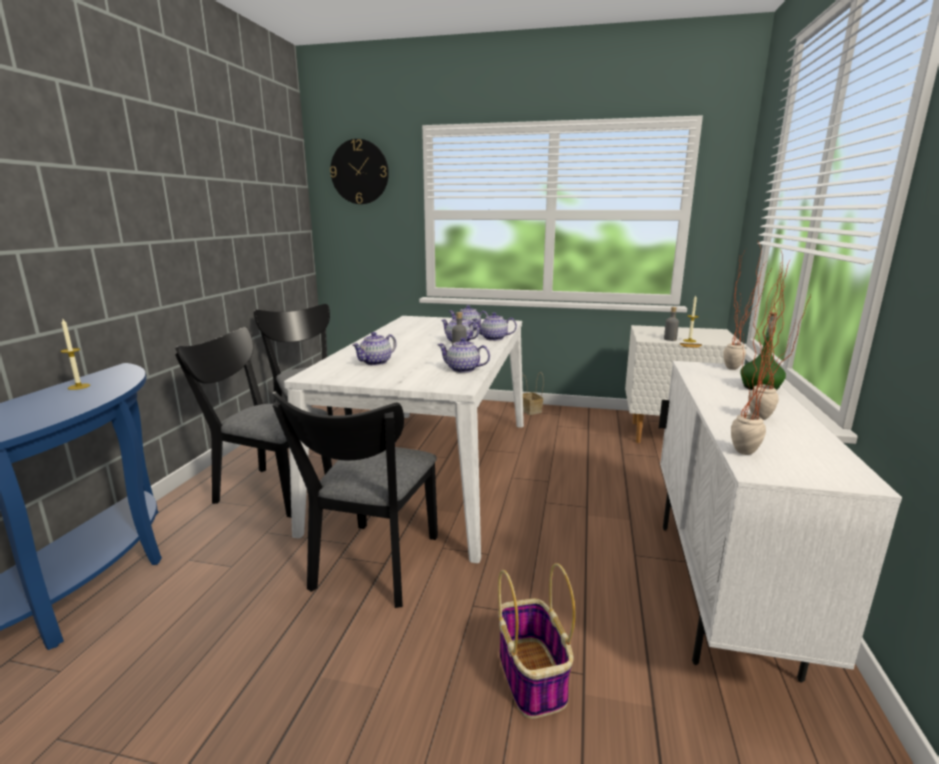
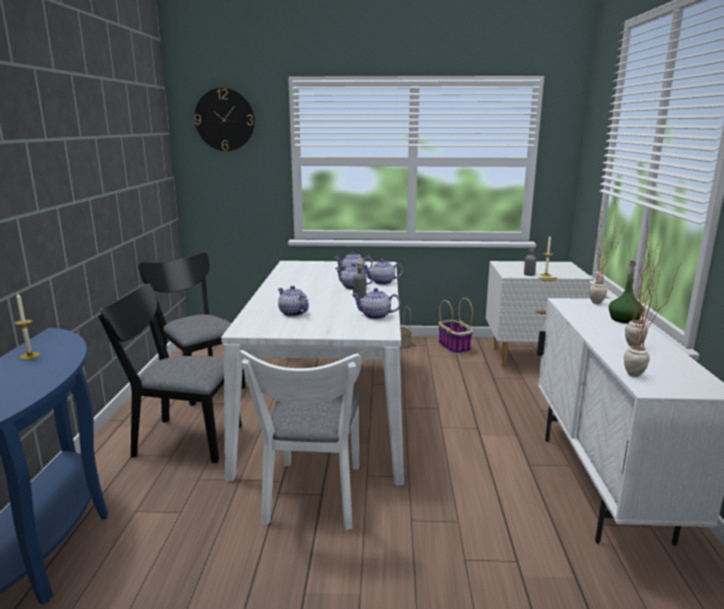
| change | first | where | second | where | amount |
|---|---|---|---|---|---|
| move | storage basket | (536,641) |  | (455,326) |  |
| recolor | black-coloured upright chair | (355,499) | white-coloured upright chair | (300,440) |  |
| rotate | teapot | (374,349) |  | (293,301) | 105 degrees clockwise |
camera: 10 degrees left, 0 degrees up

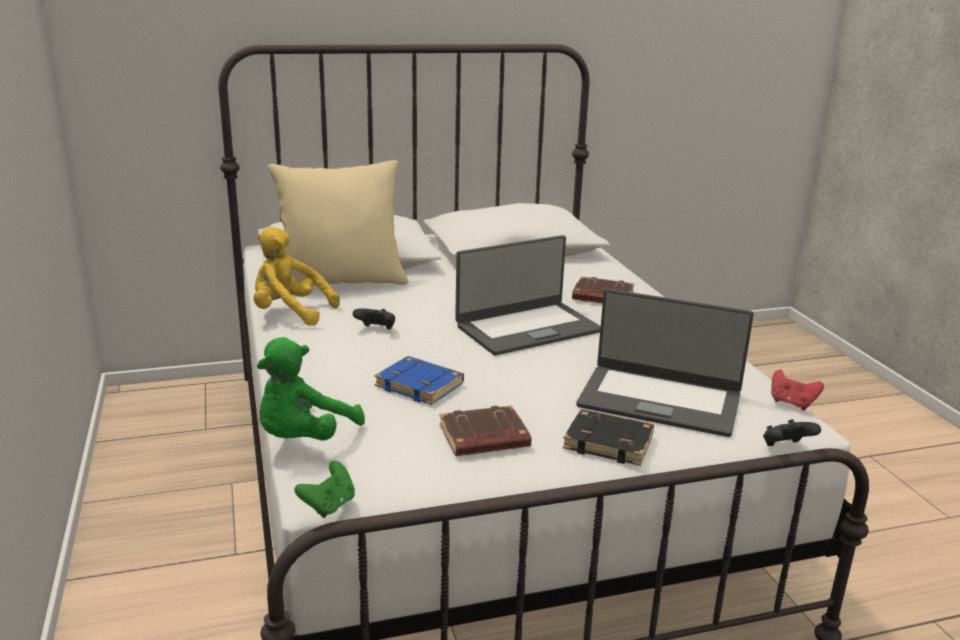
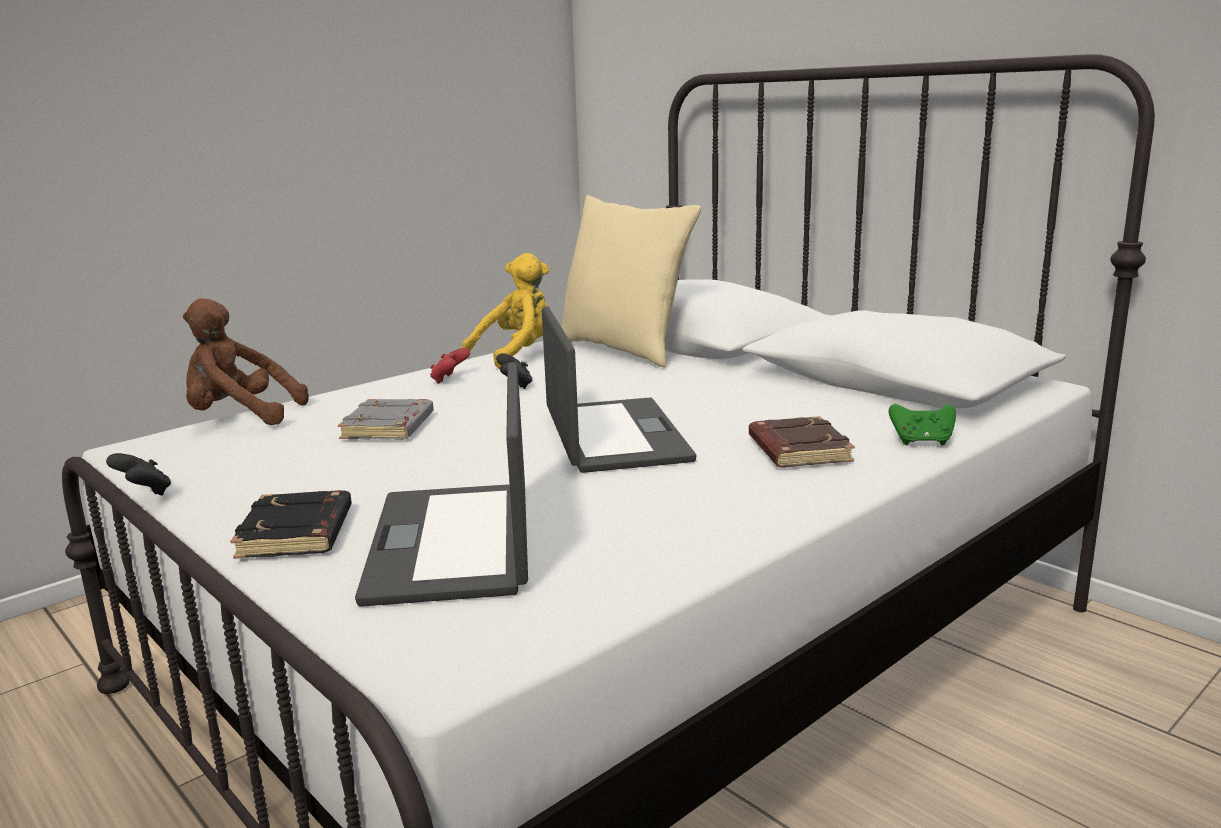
| change | first | where | second | where | amount |
|---|---|---|---|---|---|
| delete | brownish bound book | (485,430) |  |  |  |
| move | green-coloured gamepad | (325,489) |  | (922,424) |  |
| move | black-coloured gamepad | (792,432) |  | (138,474) |  |
| move | red gamepad | (797,390) |  | (450,366) |  |
| recolor | green-coloured soft toy | (311,388) | brownish soft toy | (246,361) |  |
| recolor | blue-coloured bound book | (419,380) | greyish bound book | (386,419) |  |
| rotate | yellow soft toy | (296,276) |  | (505,311) | 60 degrees clockwise |
| rotate | notebook computer | (528,295) |  | (619,389) | 135 degrees counterclockwise |
camera: 65 degrees right, 5 degrees down

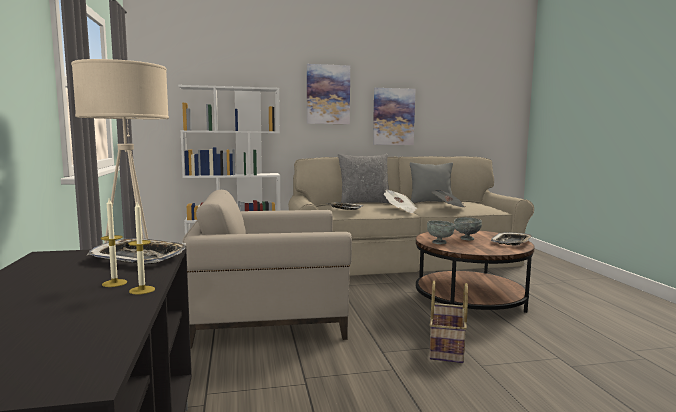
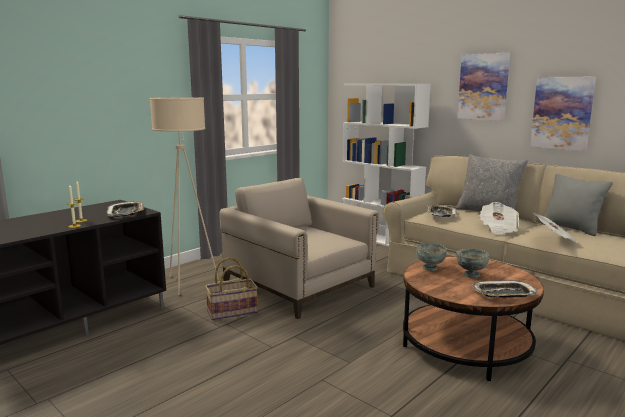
| change | first | where | second | where | amount |
|---|---|---|---|---|---|
| move | storage basket | (448,322) |  | (231,288) |  |
camera: 55 degrees right, 5 degrees up

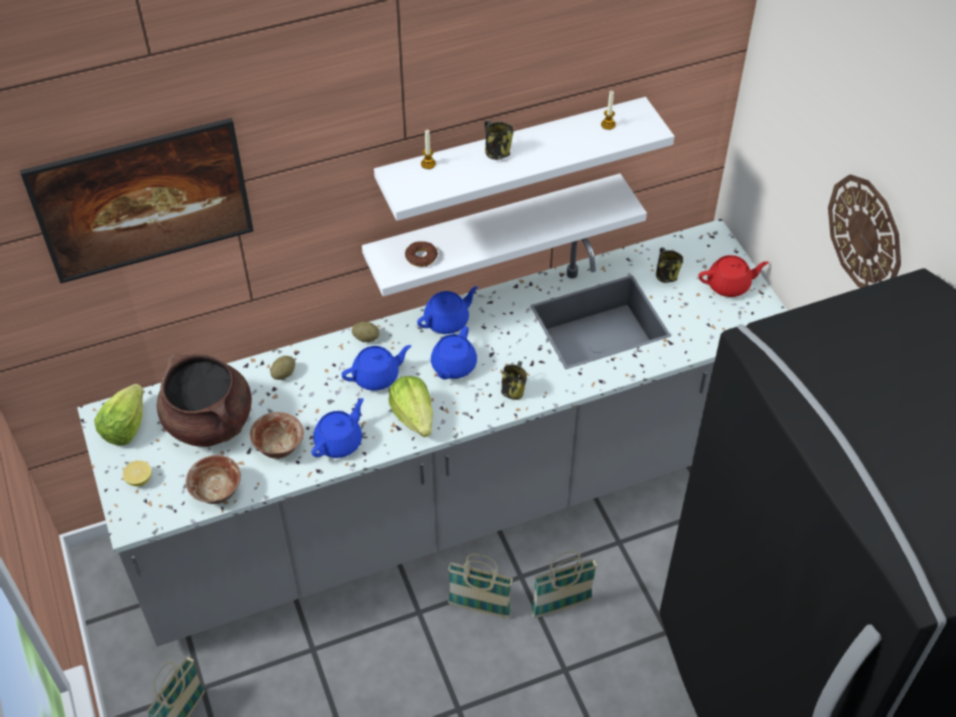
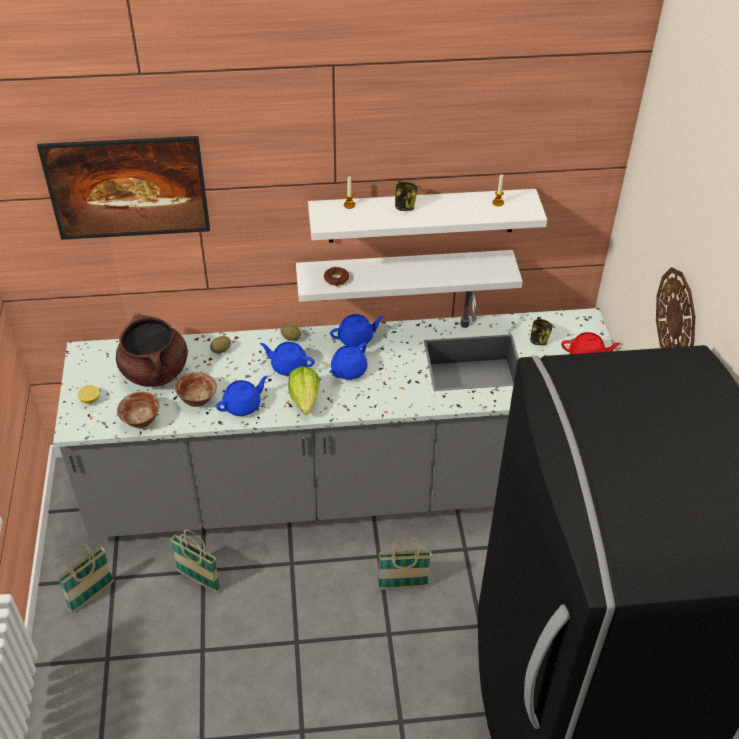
| change | first | where | second | where | amount |
|---|---|---|---|---|---|
| delete | lettuce head | (119,415) |  |  |  |
| delete | mug | (514,380) |  |  |  |
| move | storage basket | (480,586) |  | (195,561) |  |
| rotate | blue-coloured teapot | (376,368) |  | (287,359) | 150 degrees counterclockwise |
camera: 15 degrees right, 5 degrees down

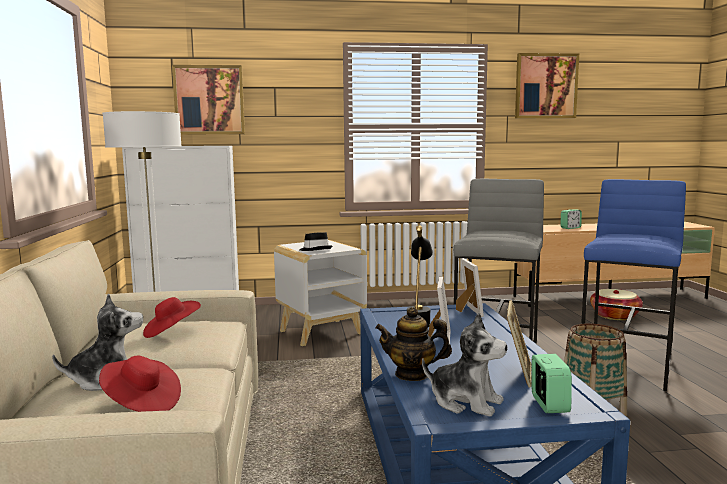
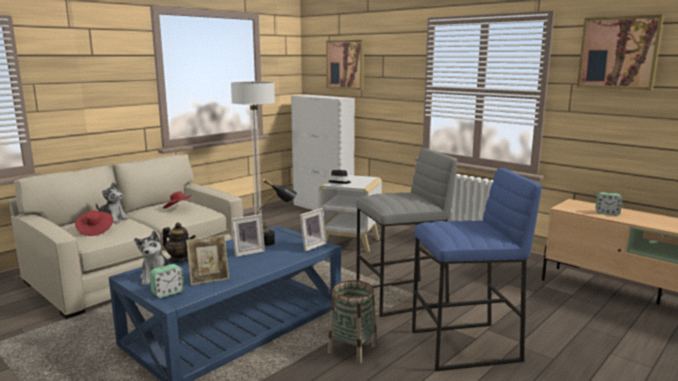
| change | first | where | second | where | amount |
|---|---|---|---|---|---|
| delete | storage basket | (616,304) |  |  |  |
| rotate | teapot | (413,344) |  | (179,242) | 150 degrees clockwise |
camera: 50 degrees right, 5 degrees up

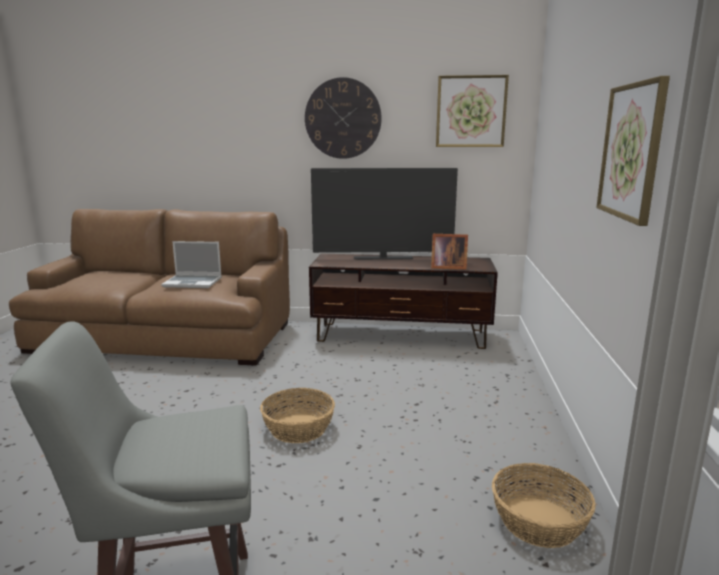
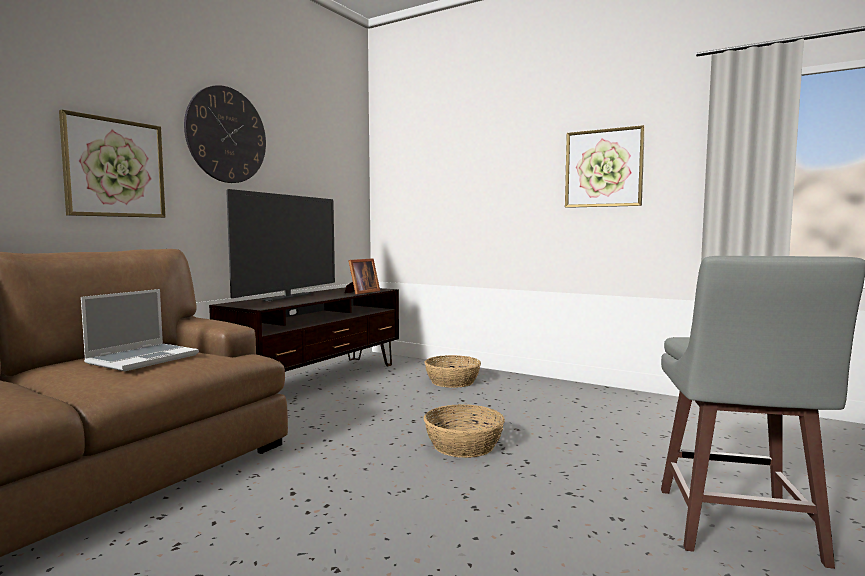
| change | first | where | second | where | amount |
|---|---|---|---|---|---|
| move | picture | (472,111) |  | (112,164) |  |
| move | storage basket | (544,505) |  | (452,371) |  |
camera: 65 degrees left, 10 degrees down

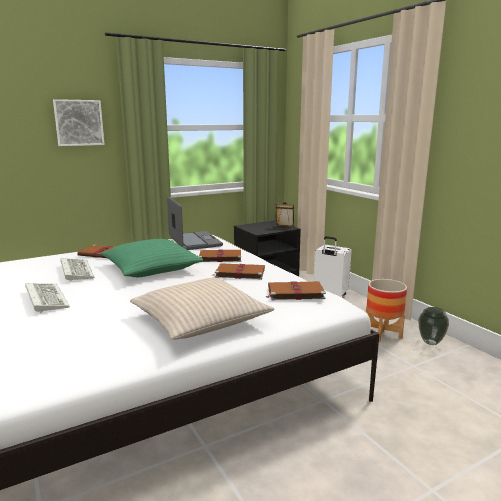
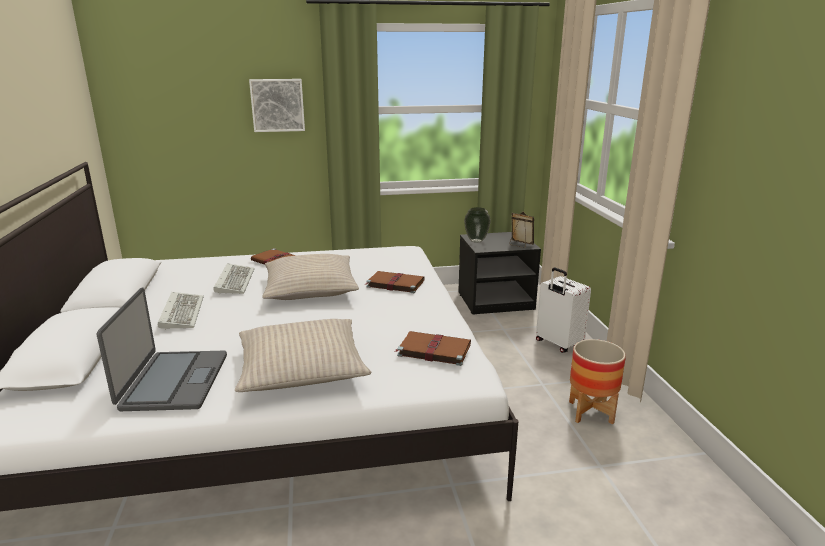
| change | first | where | second | where | amount |
|---|---|---|---|---|---|
| delete | brownish bound book | (238,271) |  |  |  |
| move | notebook computer | (195,223) |  | (162,349) |  |
| move | vase | (433,326) |  | (477,225) |  |
| recolor | green-coloured throw pillow | (152,258) | sand-coloured throw pillow | (310,277) |  |
camera: 20 degrees right, 5 degrees up

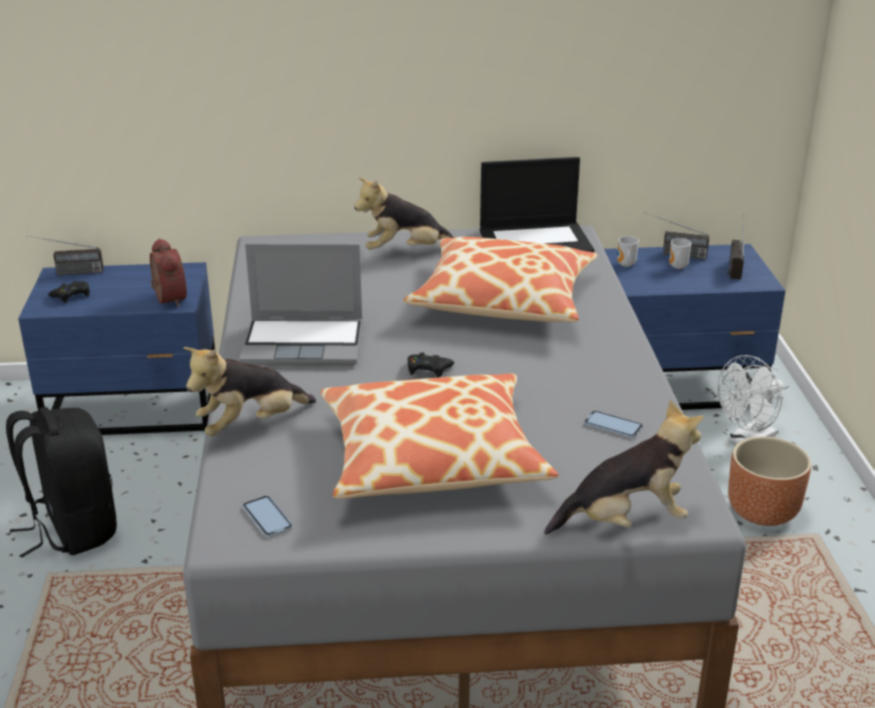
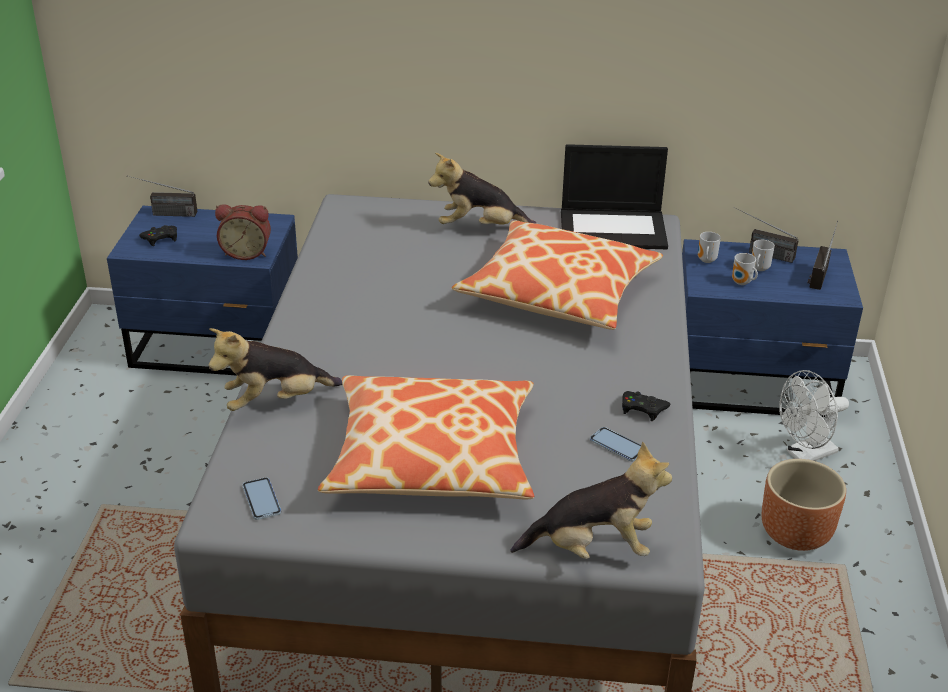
| change | first | where | second | where | amount |
|---|---|---|---|---|---|
| delete | black-coloured knapsack | (61,482) |  |  |  |
| delete | notebook computer | (300,305) |  |  |  |
| insert |  |  | mug | (745,269) |  |
| move | black-coloured gamepad | (431,365) |  | (646,406) |  |
| rotate | bedside clock | (168,272) |  | (243,232) | 105 degrees clockwise |
camera: 10 degrees right, 5 degrees up

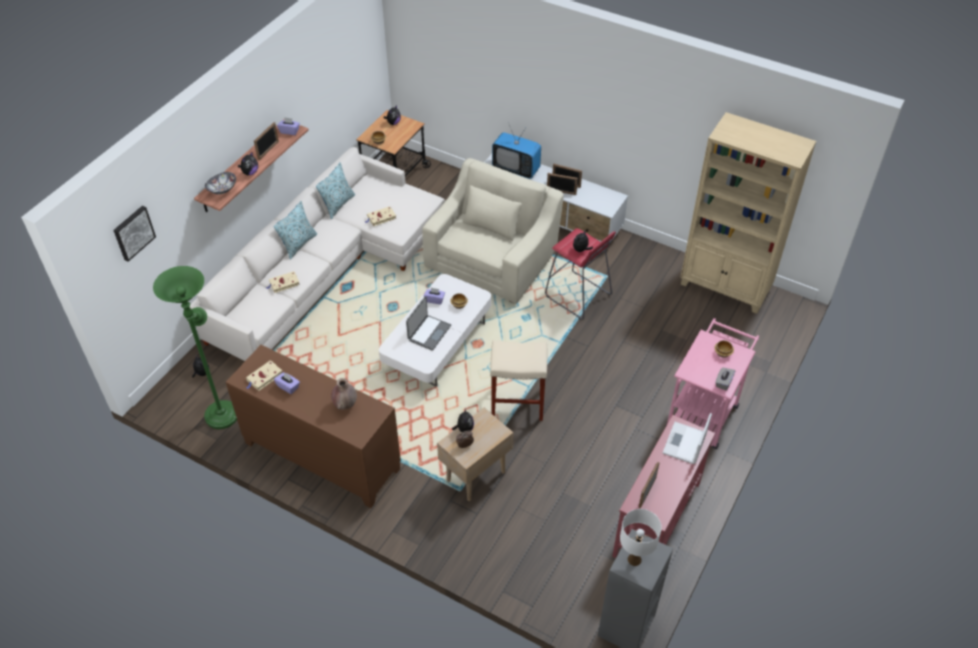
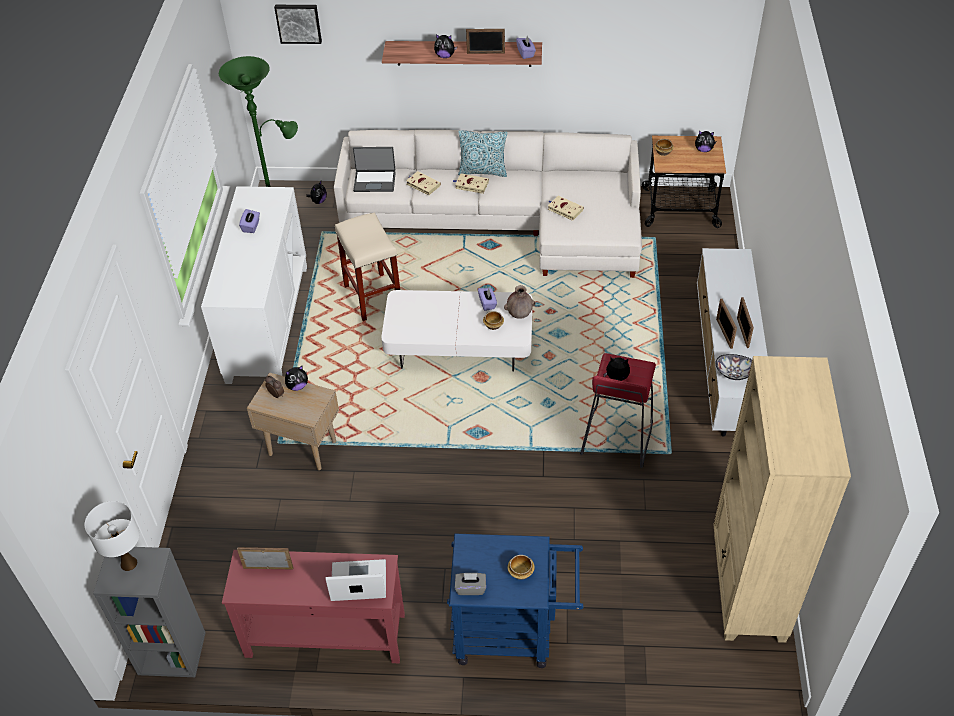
| change | first | where | second | where | amount |
|---|---|---|---|---|---|
| delete | throw pillow | (335,190) |  |  |  |
| delete | sand-coloured lounge chair | (493,231) |  |  |  |
| delete | television | (516,150) |  |  |  |
| move | serving bowl | (220,183) |  | (733,367) |  |
| move | sand-coloured bound book | (264,375) |  | (471,184) |  |
| move | brownish vase | (344,394) |  | (519,302) |  |
| move | notebook computer | (428,323) |  | (374,169) |  |
| move | sand-coloured stool | (518,380) |  | (367,266) |  |
| recolor | brownish cupboard | (313,426) | white-coloured cupboard | (254,285) |  |
| recolor | pink cart | (712,383) | blue-coloured cart | (515,601) |  |
camera: 65 degrees right, 0 degrees up

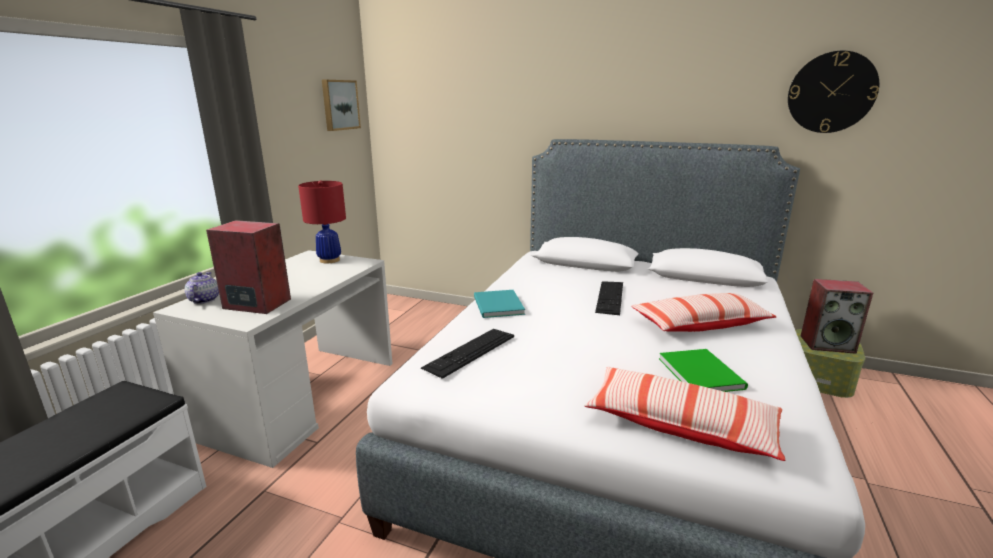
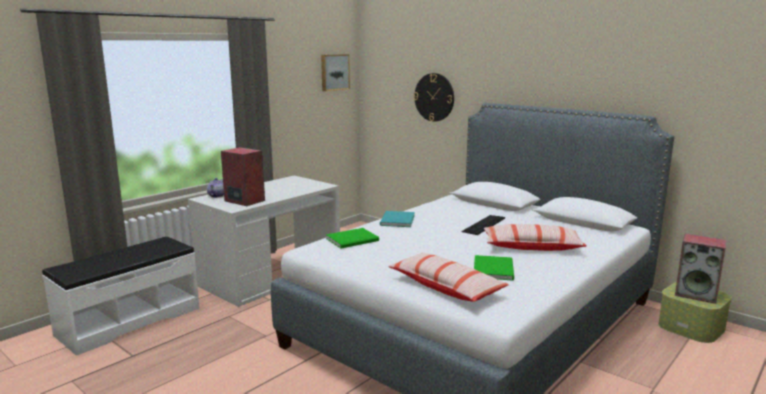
| change | first | where | second | where | amount |
|---|---|---|---|---|---|
| delete | red table lamp | (322,221) |  |  |  |
| move | clock on the wall | (833,92) |  | (434,97) |  |
| replace | keyboard | (467,354) | green-coloured bound book | (352,238) |  |
camera: 20 degrees right, 5 degrees down

